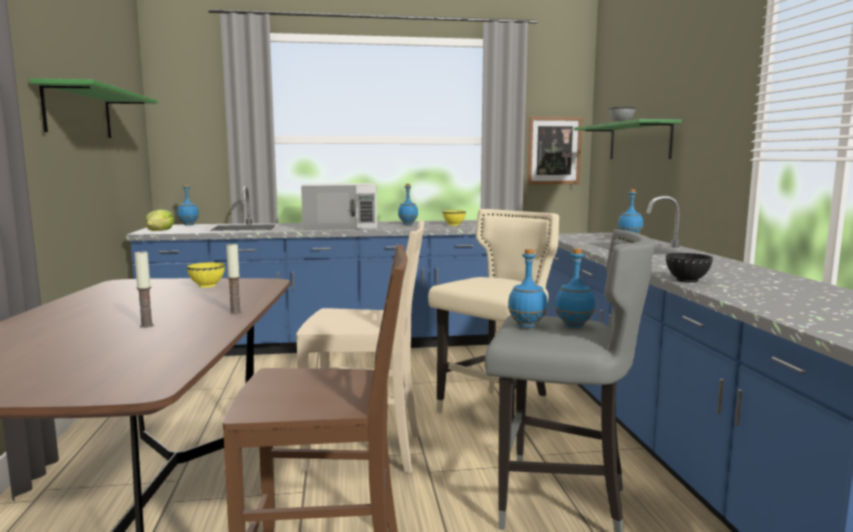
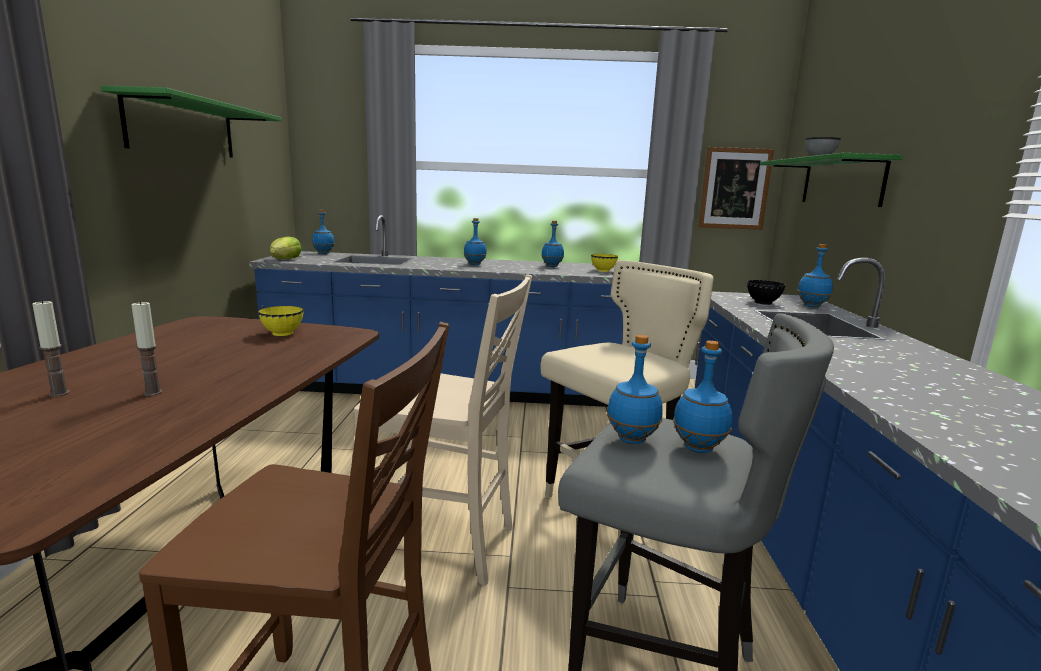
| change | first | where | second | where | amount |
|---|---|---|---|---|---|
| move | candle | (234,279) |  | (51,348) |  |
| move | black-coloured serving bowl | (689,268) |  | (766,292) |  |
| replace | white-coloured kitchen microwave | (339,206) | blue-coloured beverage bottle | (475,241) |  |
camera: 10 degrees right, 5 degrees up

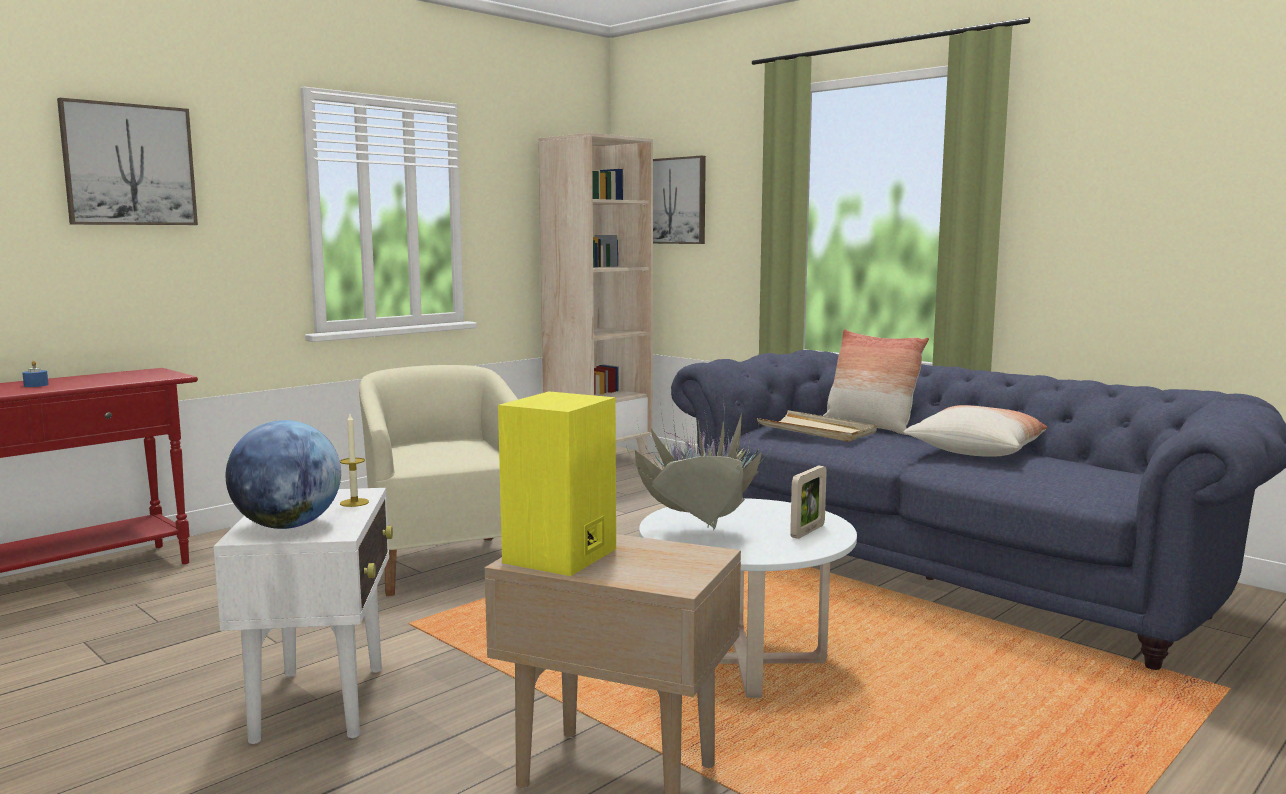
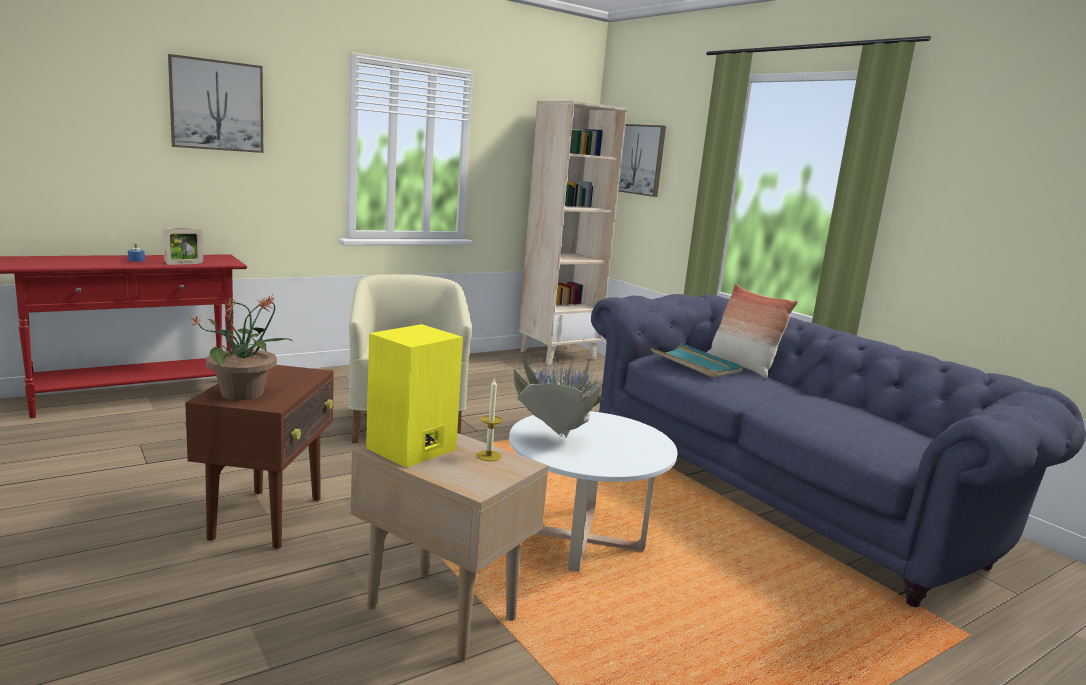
| change | first | where | second | where | amount |
|---|---|---|---|---|---|
| delete | throw pillow | (975,431) |  |  |  |
| move | candle | (354,460) |  | (489,419) |  |
| move | standing frame | (808,502) |  | (183,246) |  |
| replace | desk globe | (283,474) | potted plant | (242,347) |  |
| recolor | white-coloured end table | (303,616) | brownish end table | (259,457) |  |
| recolor | sand-coloured carrying tray | (817,426) | turquoise-coloured carrying tray | (696,360) |  |
camera: 10 degrees right, 5 degrees up

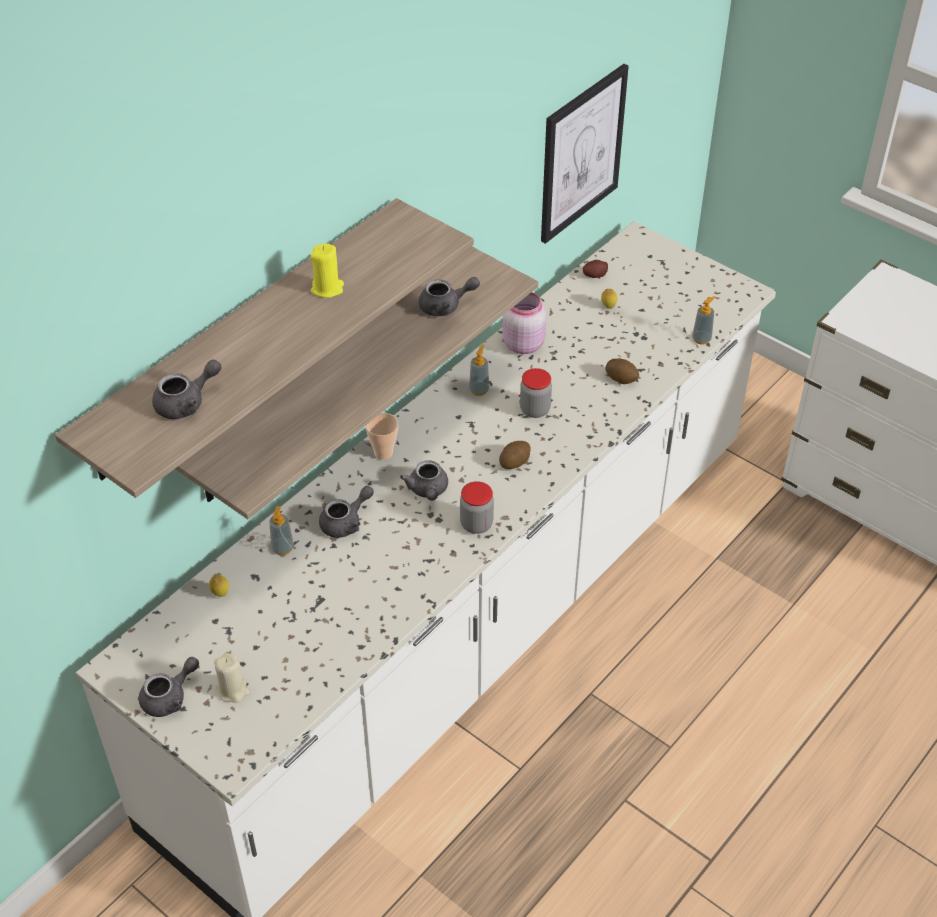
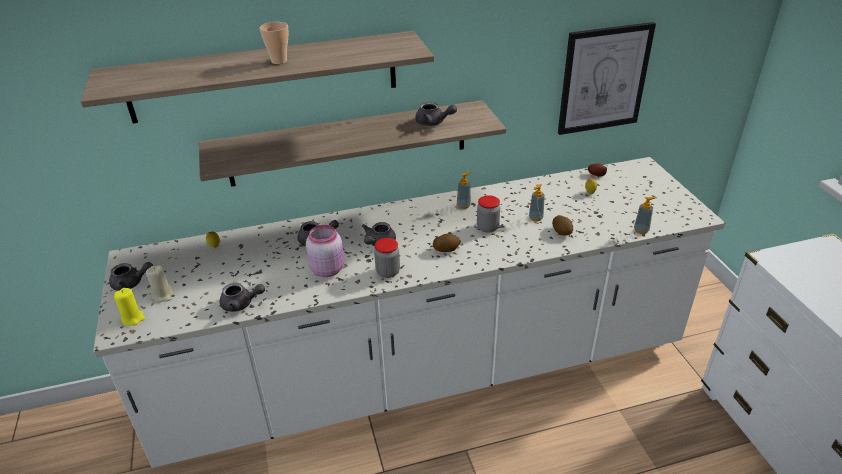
| change | first | where | second | where | amount |
|---|---|---|---|---|---|
| move | greyish teapot | (186,389) |  | (242,297) |  |
| move | soap dispenser | (281,530) |  | (537,202) |  |
| move | yellow candle | (327,270) |  | (129,307) |  |
| move | drinking cup | (381,436) |  | (274,43) |  |
| move | pink jar | (524,323) |  | (325,251) |  |
camera: 35 degrees right, 10 degrees down

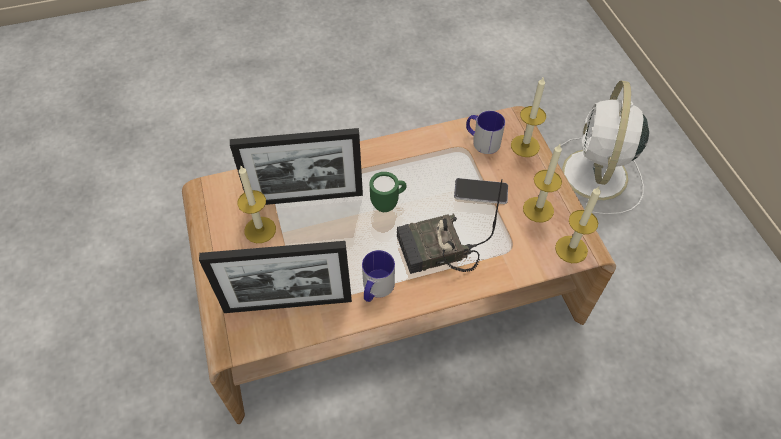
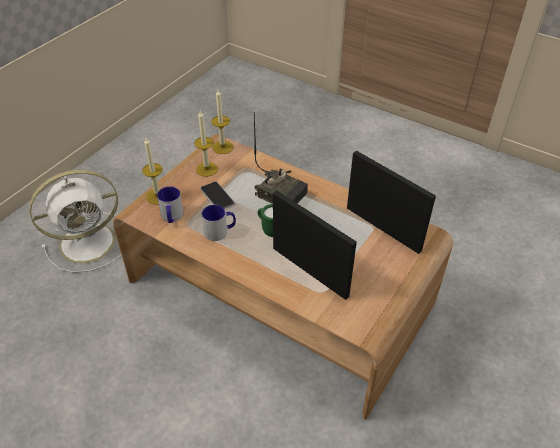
| change | first | where | second | where | amount |
|---|---|---|---|---|---|
| delete | candle | (256,204) |  |  |  |
| move | mug | (378,276) |  | (219,223) |  |
camera: 130 degrees left, 10 degrees down

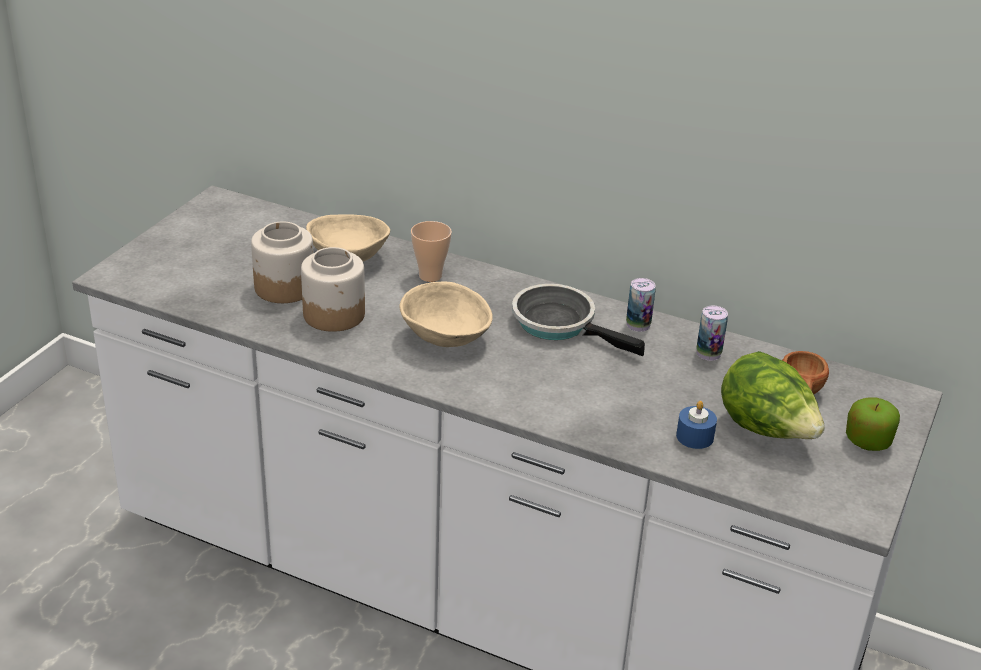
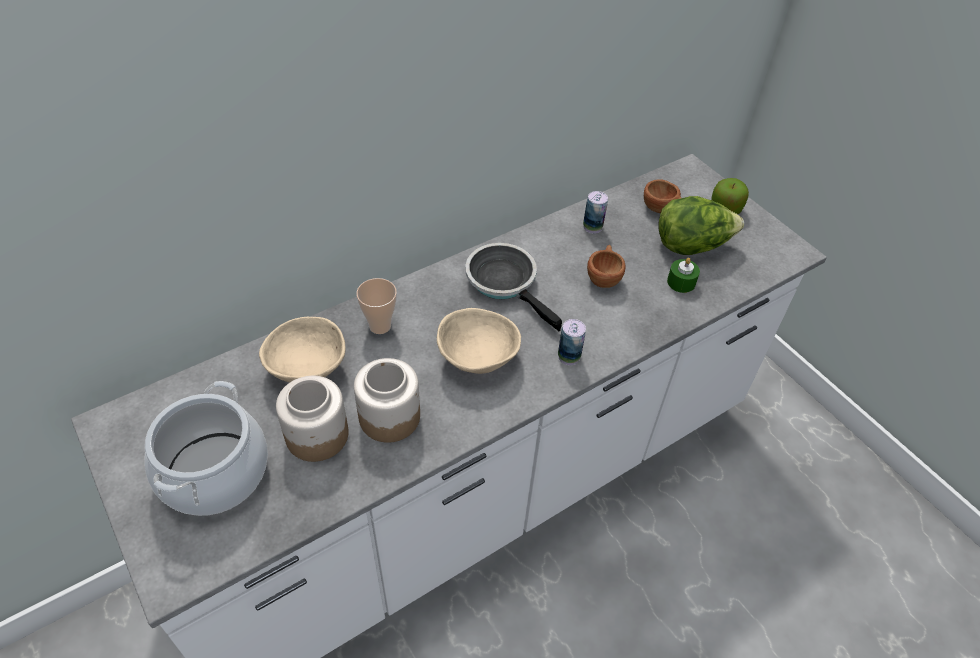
| change | first | where | second | where | amount |
|---|---|---|---|---|---|
| insert |  |  | cooking pot | (206,448) |  |
| insert |  |  | brownish drinking cup | (606,266) |  |
| move | can | (641,305) |  | (572,342) |  |
| recolor | blue-coloured candle | (696,425) | green-coloured candle | (683,275) |  |
| rotate | frying pan | (578,320) |  | (513,287) | 75 degrees clockwise |
camera: 60 degrees left, 15 degrees up

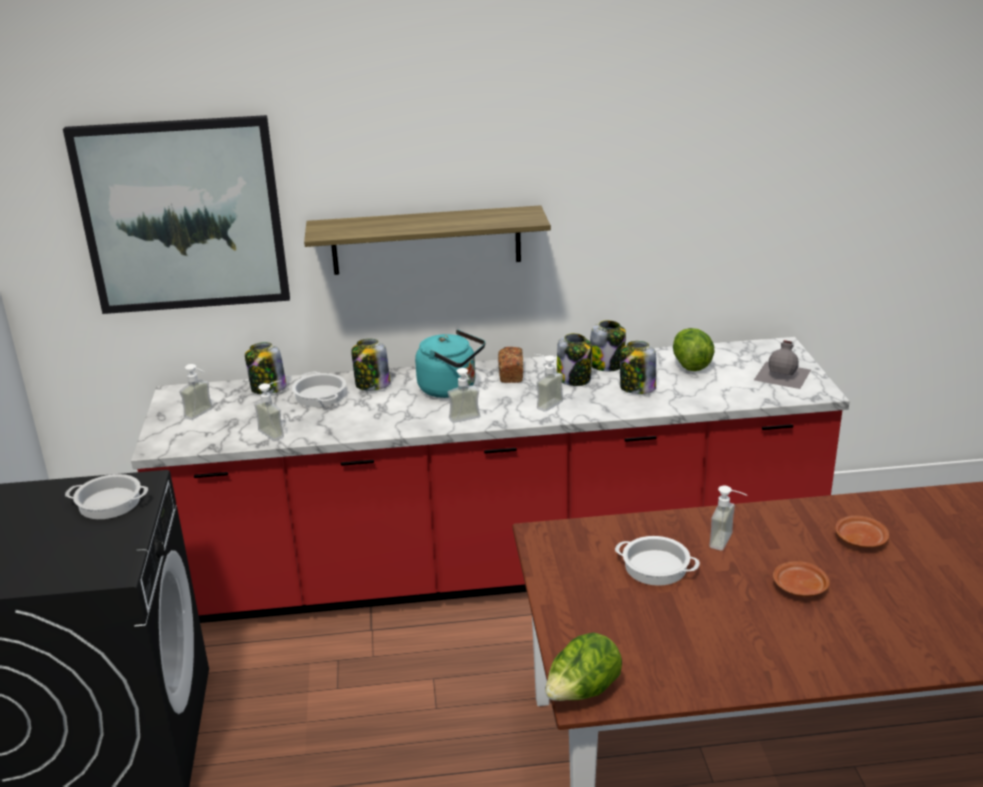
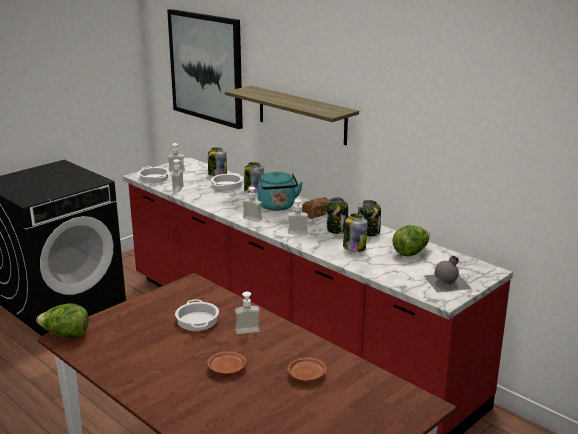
| change | first | where | second | where | amount |
|---|---|---|---|---|---|
| move | cooking pot | (106,496) |  | (153,174) |  |
camera: 50 degrees right, 5 degrees down

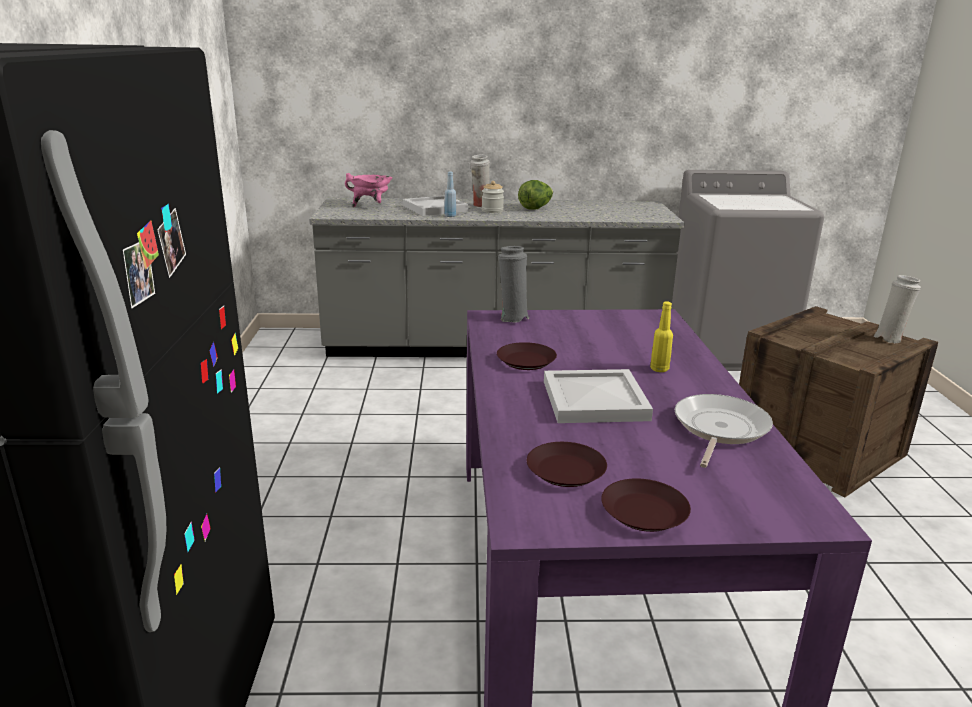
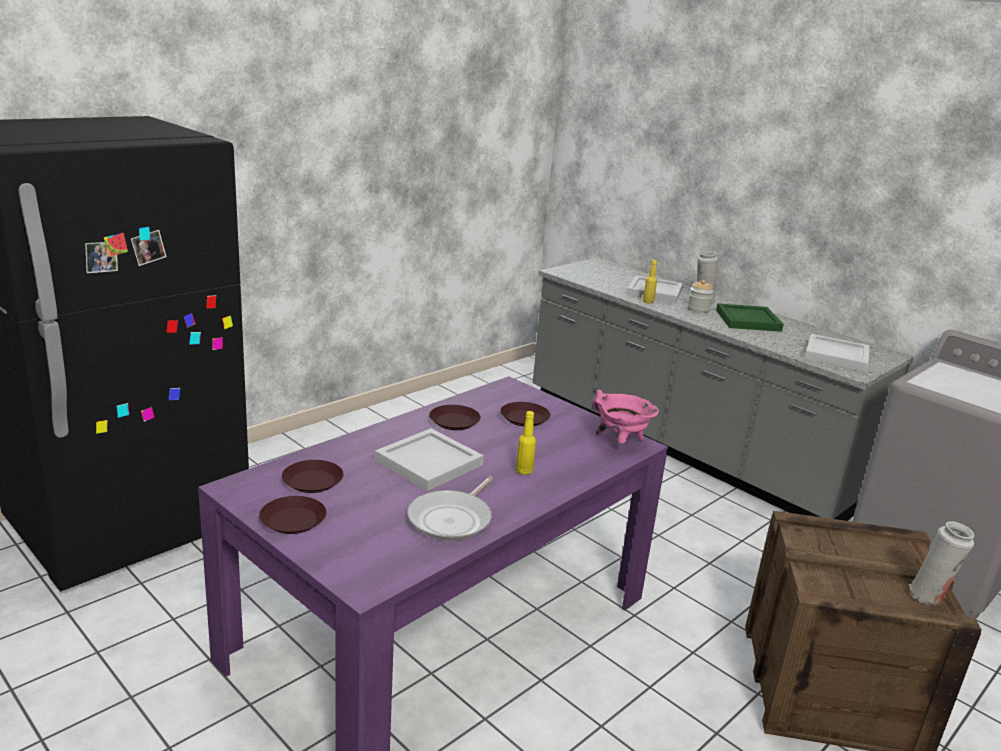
| change | first | where | second | where | amount |
|---|---|---|---|---|---|
| delete | greyish vase | (514,284) |  |  |  |
| insert |  |  | brownish dinner plate | (525,414) |  |
| insert |  |  | white-coloured carrying tray | (837,352) |  |
| move | pink cooking pot | (368,190) |  | (626,416) |  |
| replace | lettuce head | (535,195) | green-coloured carrying tray | (750,317) |  |
| recolor | blue-coloured beverage bottle | (450,194) | yellow beverage bottle | (650,282) |  |
| rotate | frying pan | (724,431) |  | (450,508) | 135 degrees clockwise |
camera: 45 degrees right, 0 degrees up

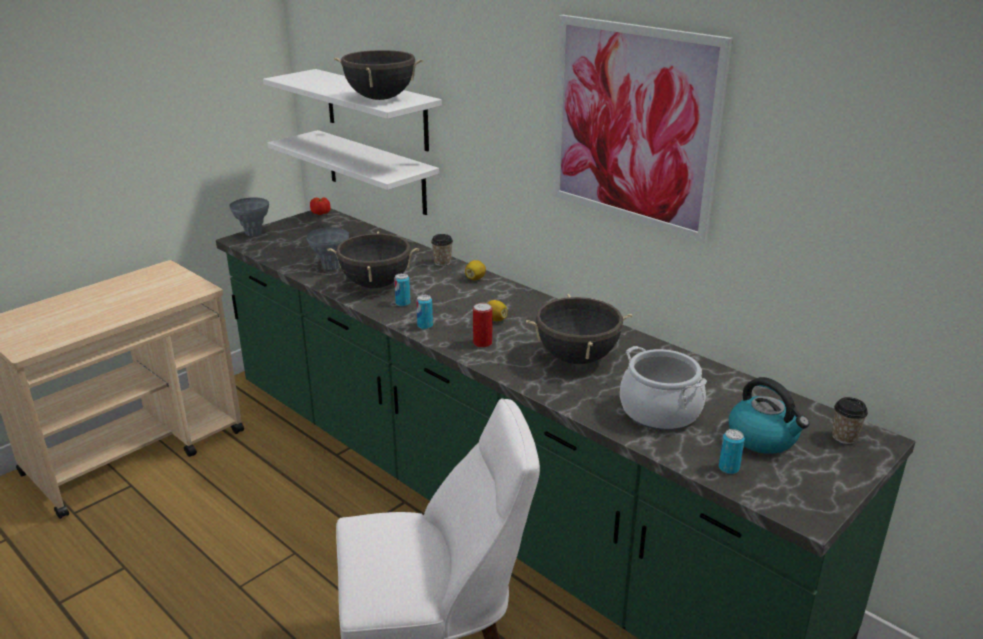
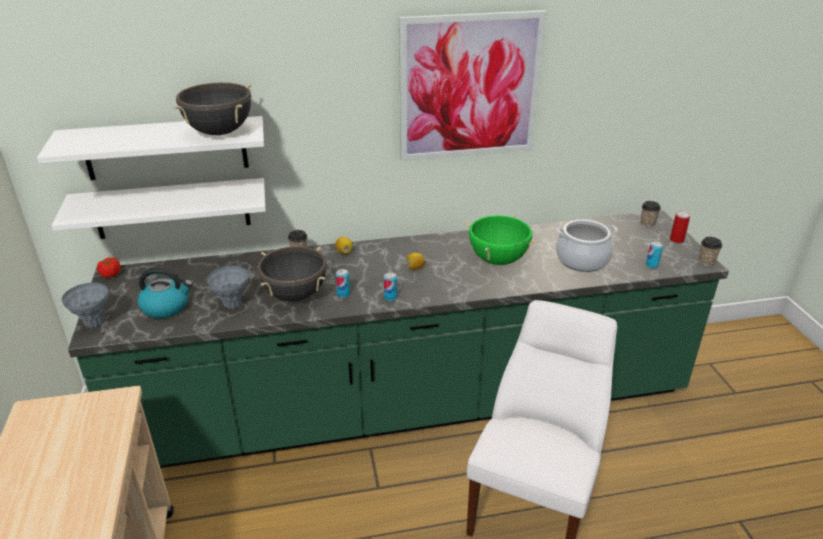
| change | first | where | second | where | amount |
|---|---|---|---|---|---|
| insert |  |  | drinking cup | (710,251) |  |
| move | can | (482,325) |  | (680,227) |  |
| move | tea kettle | (769,415) |  | (165,292) |  |
| recolor | black-coloured cooking pot | (579,329) | green-coloured cooking pot | (501,240) |  |
camera: 55 degrees left, 5 degrees up

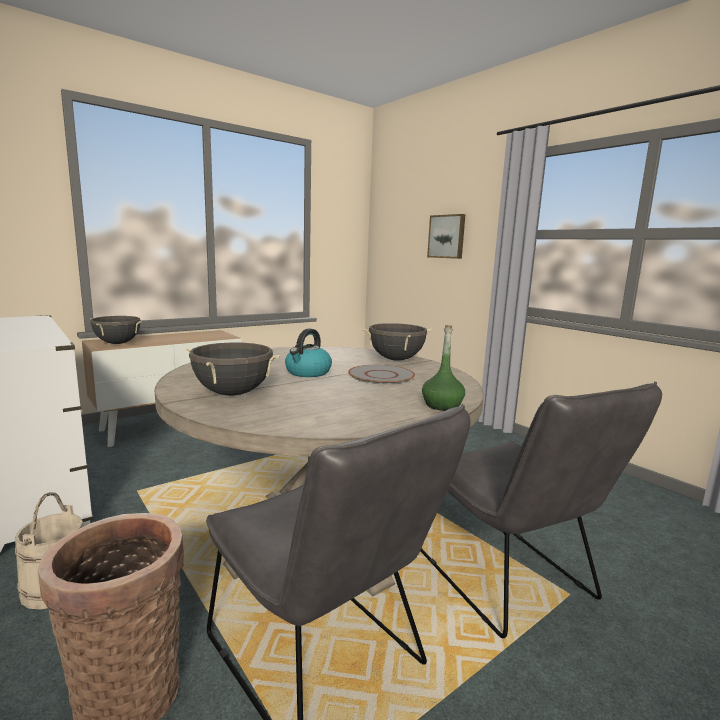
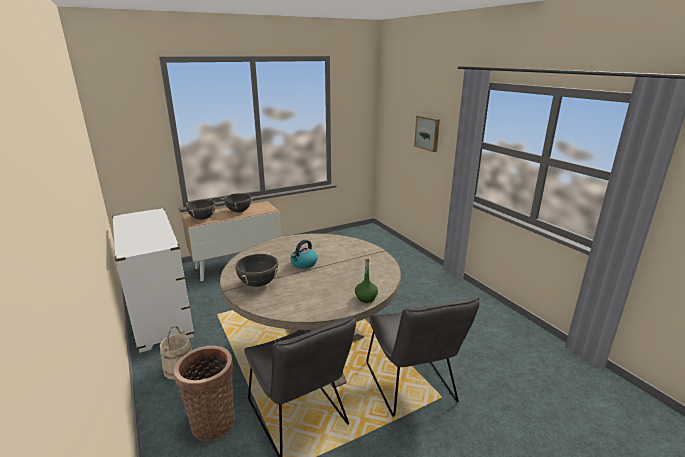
| change | first | where | second | where | amount |
|---|---|---|---|---|---|
| delete | greyish dinner plate | (381,374) |  |  |  |
| move | black-coloured cooking pot | (397,342) |  | (237,202) |  |
camera: 10 degrees right, 10 degrees up

